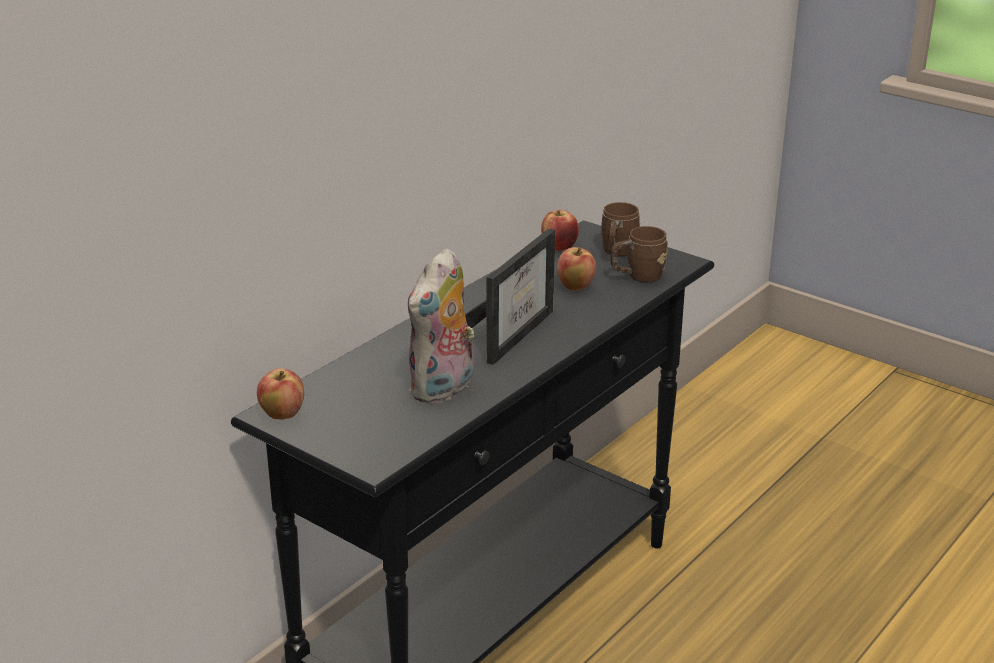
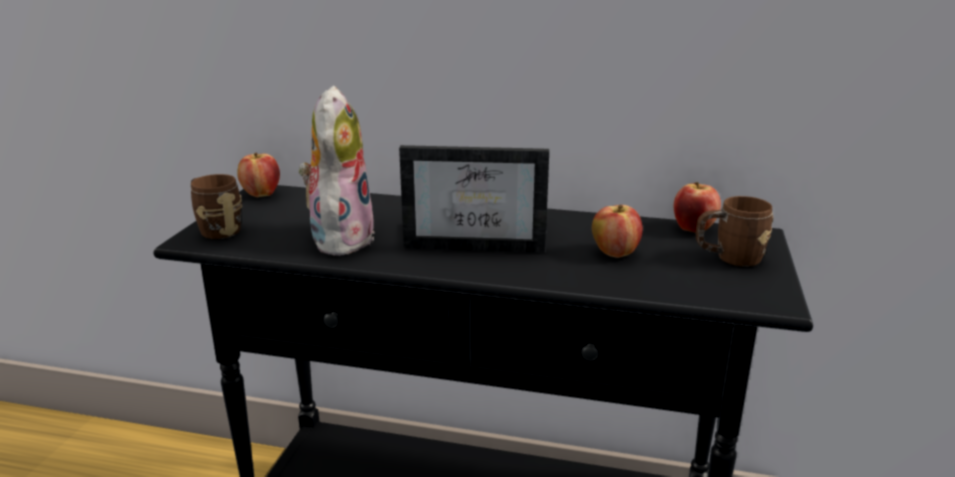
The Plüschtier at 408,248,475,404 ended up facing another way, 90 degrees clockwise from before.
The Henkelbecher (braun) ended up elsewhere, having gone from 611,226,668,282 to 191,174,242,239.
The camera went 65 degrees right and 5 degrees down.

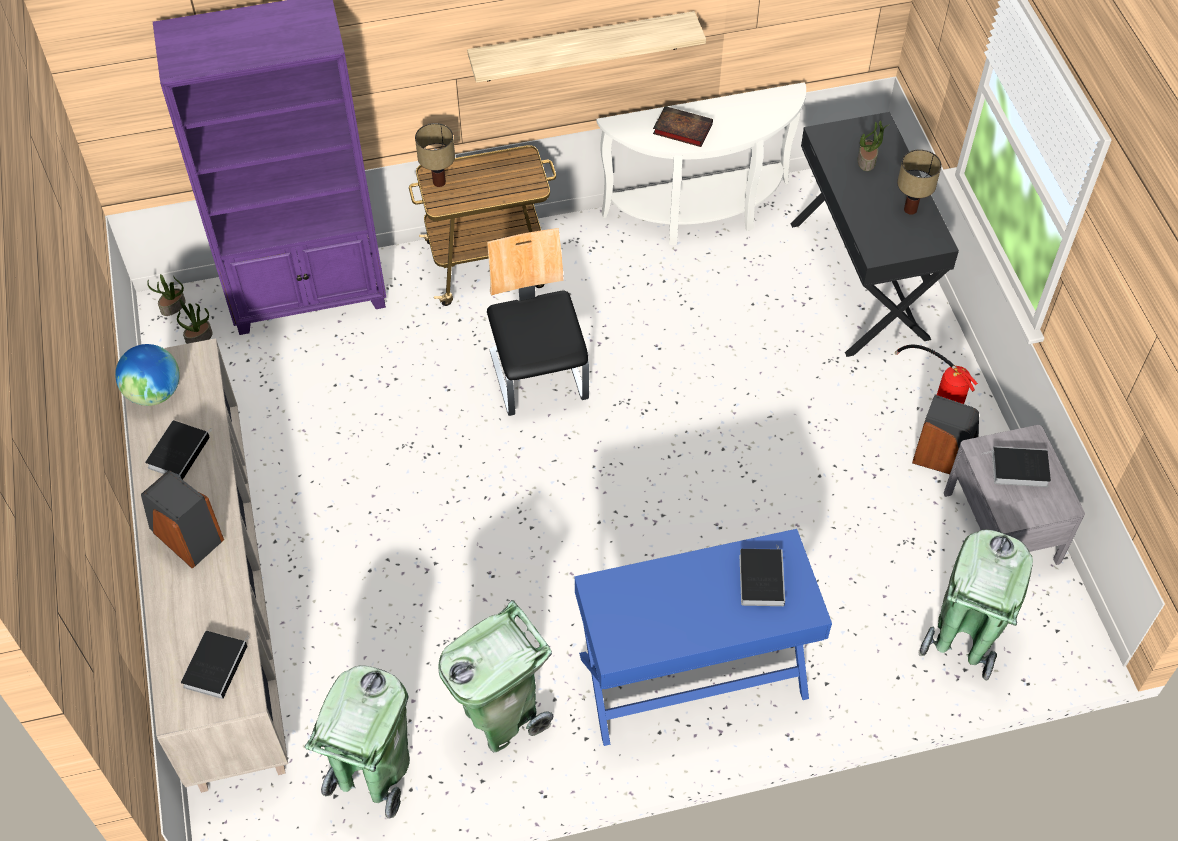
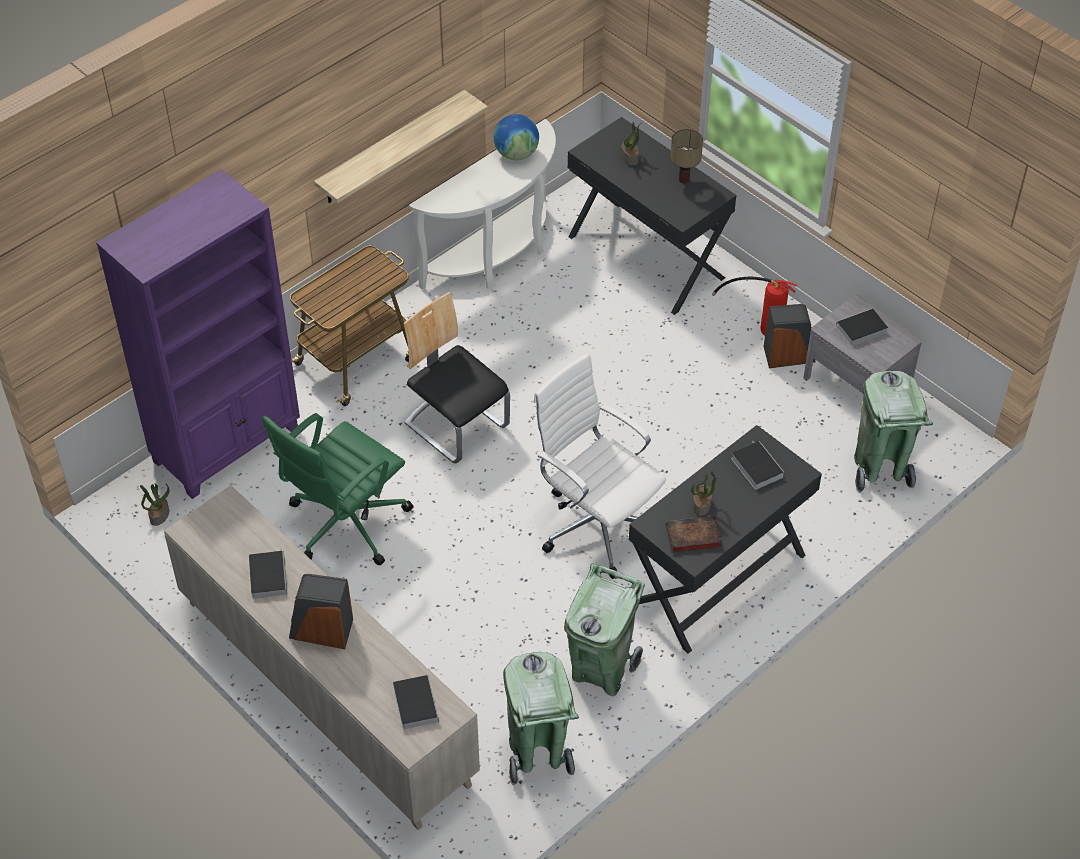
The Globus ended up elsewhere, having gone from 115,344,180,406 to 494,114,539,160.
The Topfpflanze ended up elsewhere, having gone from 147,274,186,316 to 691,471,719,516.
The second view lost the Tischlampe at 415,123,455,187.
What was the Schreibtisch (blau) at 574,529,832,746 turned into the Schreibtisch (schwarz) at 629,425,822,654.
The Buch ended up elsewhere, having gone from 653,106,713,147 to 666,516,722,553.
The second view gained the Bürostuhl (grün) at 263,413,414,566.
The second view gained the Bürostuhl (weiß) at 534,353,666,579.
The camera went 30 degrees left and 5 degrees down.

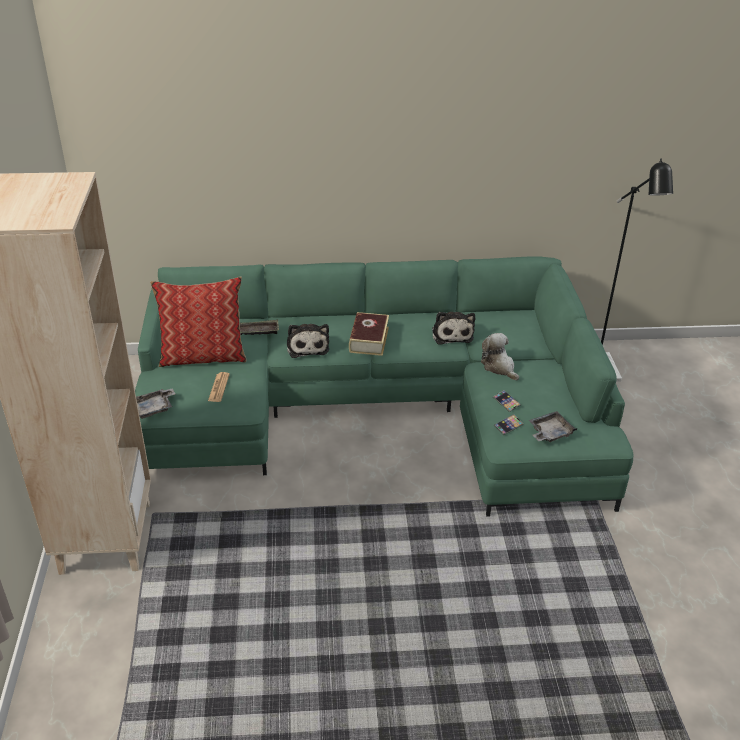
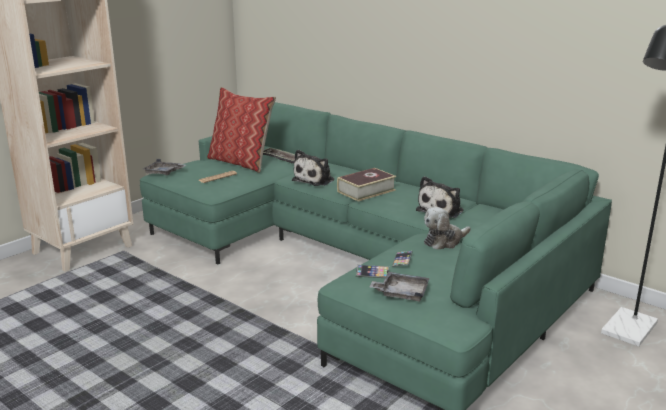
The Plüschtier at 481,333,519,380 ended up facing another way, 135 degrees counterclockwise from before.
The camera went 45 degrees right and 15 degrees down.

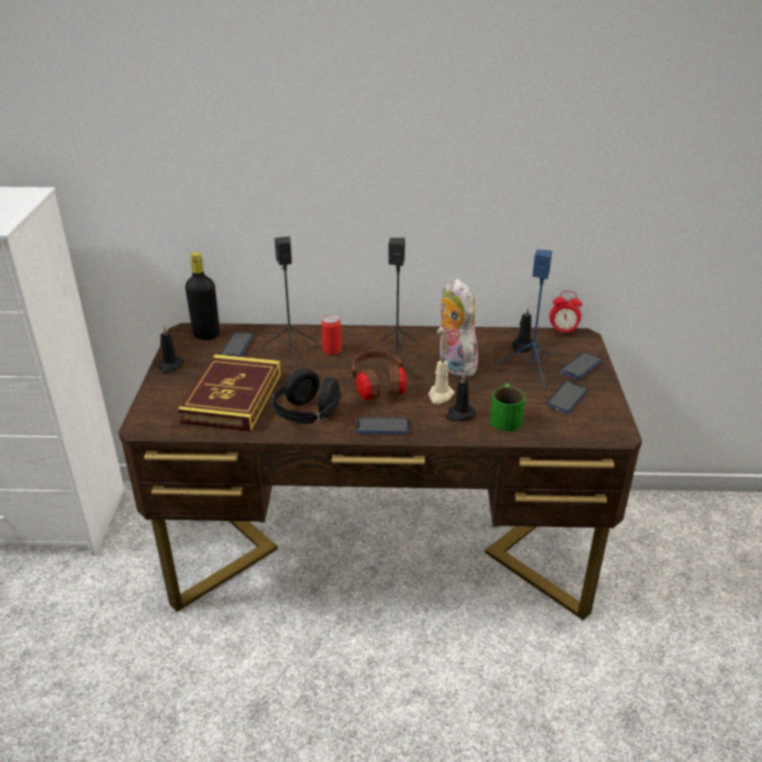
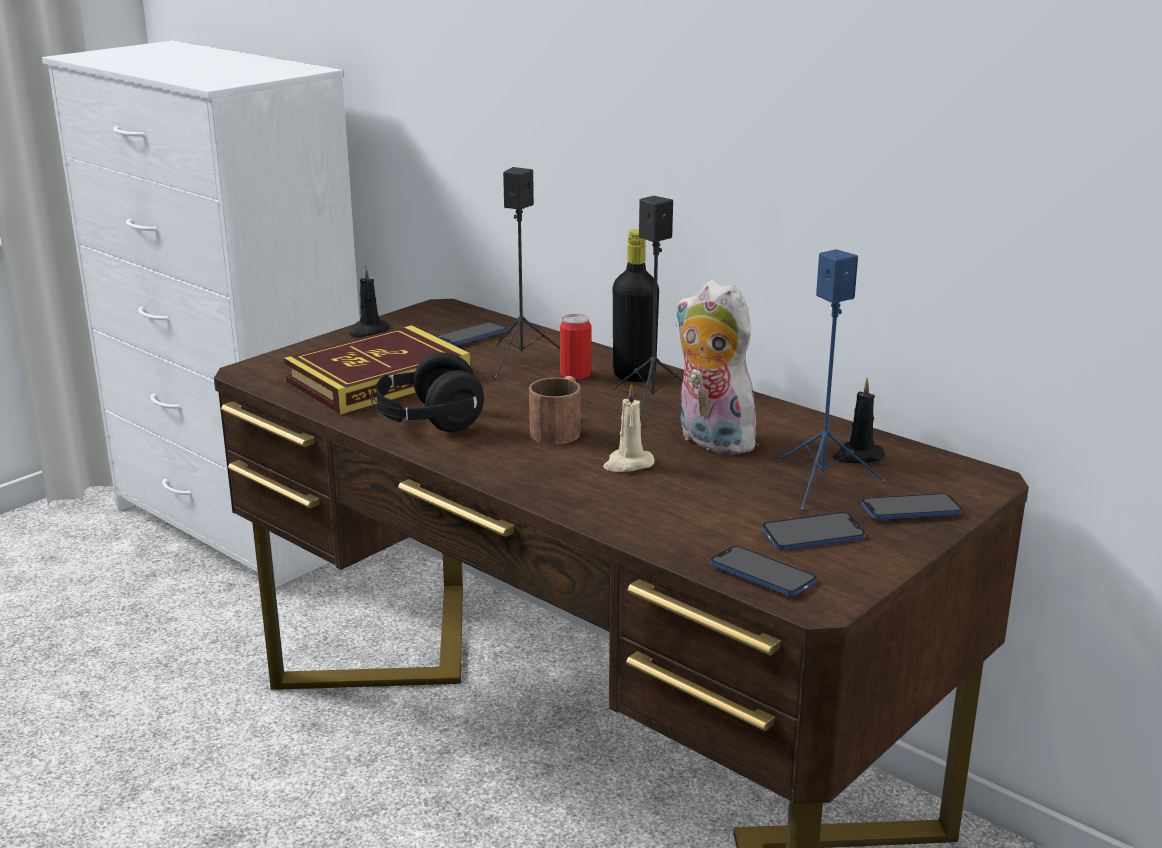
The Flasche (schwarz) ended up elsewhere, having gone from 185,252,220,340 to 613,229,659,382.
Where the Kopfhörer (braun) stood at 352,350,407,400, the Henkelbecher (braun) came to stand at 529,376,580,445.
The Handy ended up elsewhere, having gone from 356,417,409,434 to 710,546,817,596.
The Plüschtier at 437,279,480,377 ended up facing another way, 60 degrees counterclockwise from before.
The second view lost the Kerze (schwarz) at 446,372,476,421.
The second view lost the Henkelbecher (grün) at 490,383,525,431.
The second view lost the Wecker at 550,291,582,336.
The camera went 40 degrees right and 10 degrees down.

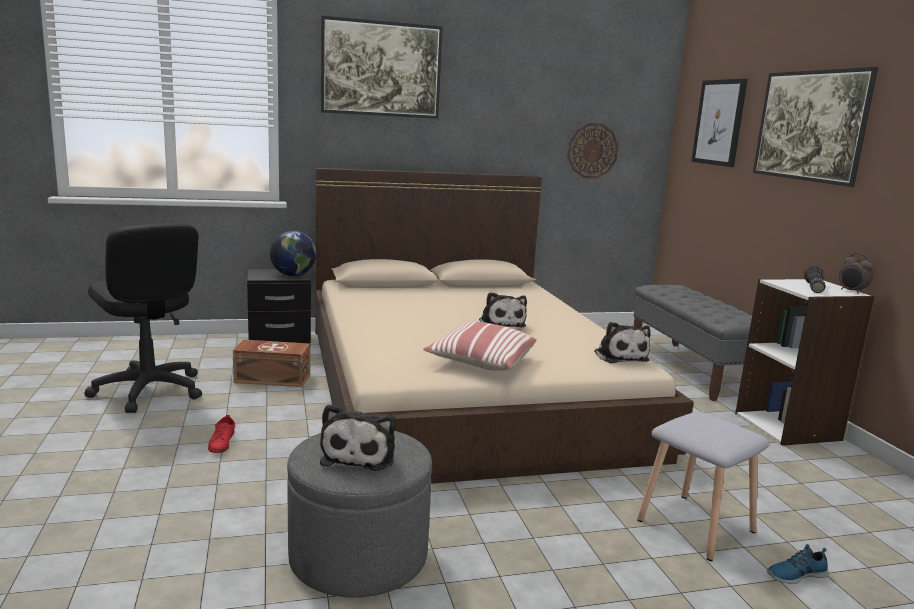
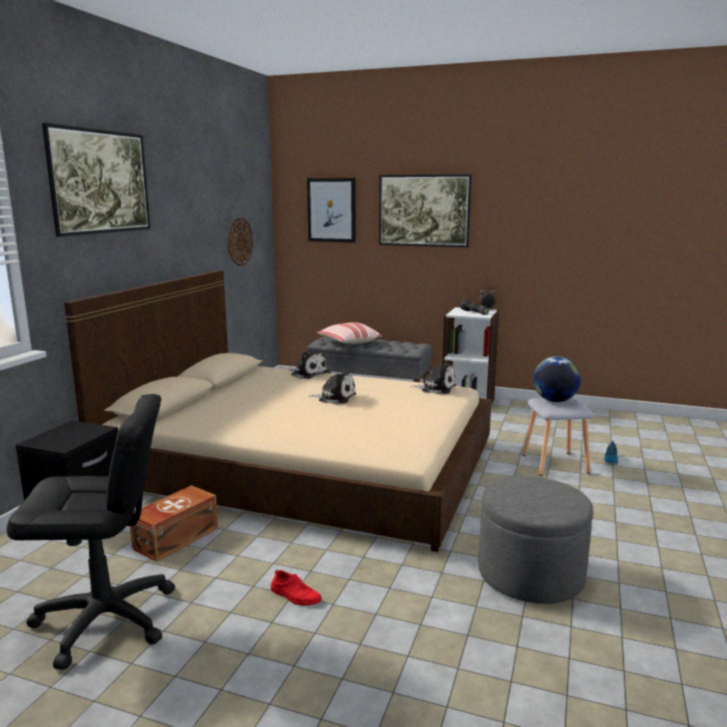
The Globus ended up elsewhere, having gone from 270,231,316,276 to 533,356,581,402.
The Plüschtier ended up elsewhere, having gone from 320,404,395,471 to 289,350,328,379.
The Kissen ended up elsewhere, having gone from 423,322,536,371 to 317,322,382,344.
The camera went 55 degrees left and 0 degrees up.

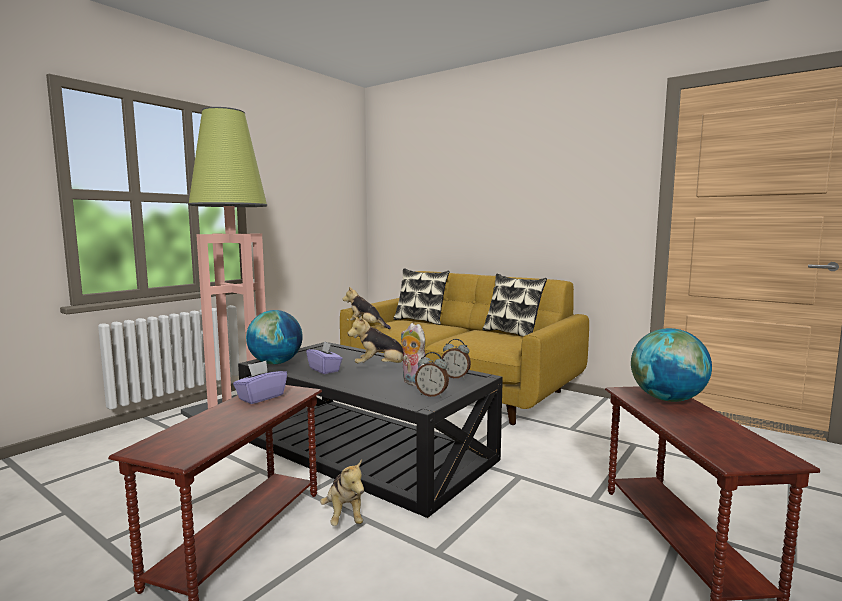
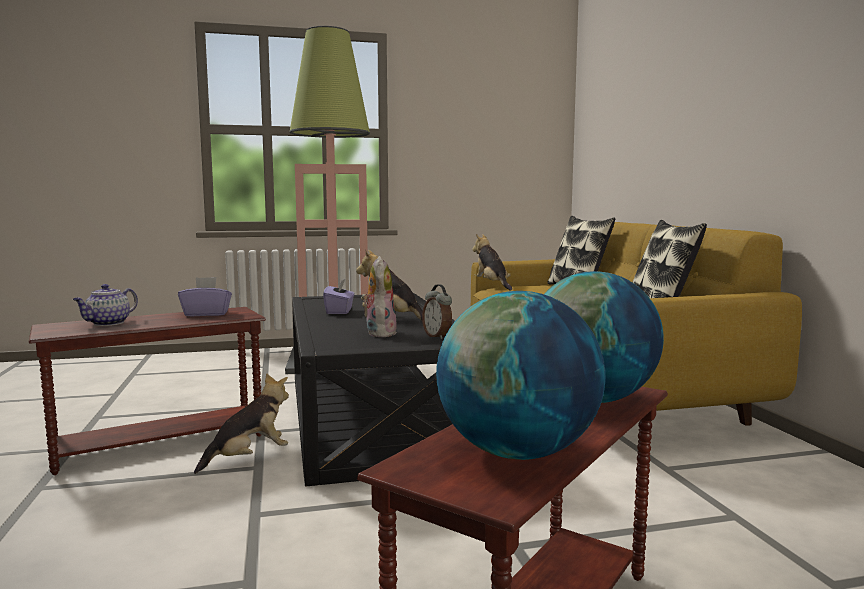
The Globus ended up elsewhere, having gone from 246,310,303,364 to 436,291,605,460.
The Plüschtier at 320,459,364,526 ended up facing another way, 150 degrees counterclockwise from before.
The second view lost the Wecker at 415,352,449,397.
The second view gained the Teekanne at 73,284,138,326.
The camera went 40 degrees right and 0 degrees up.

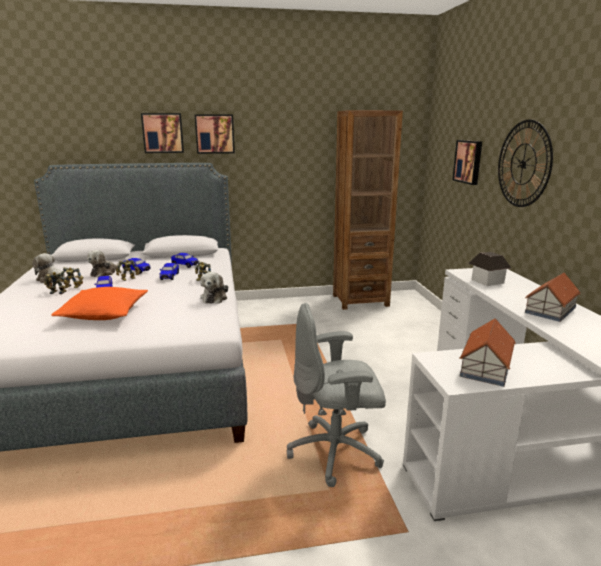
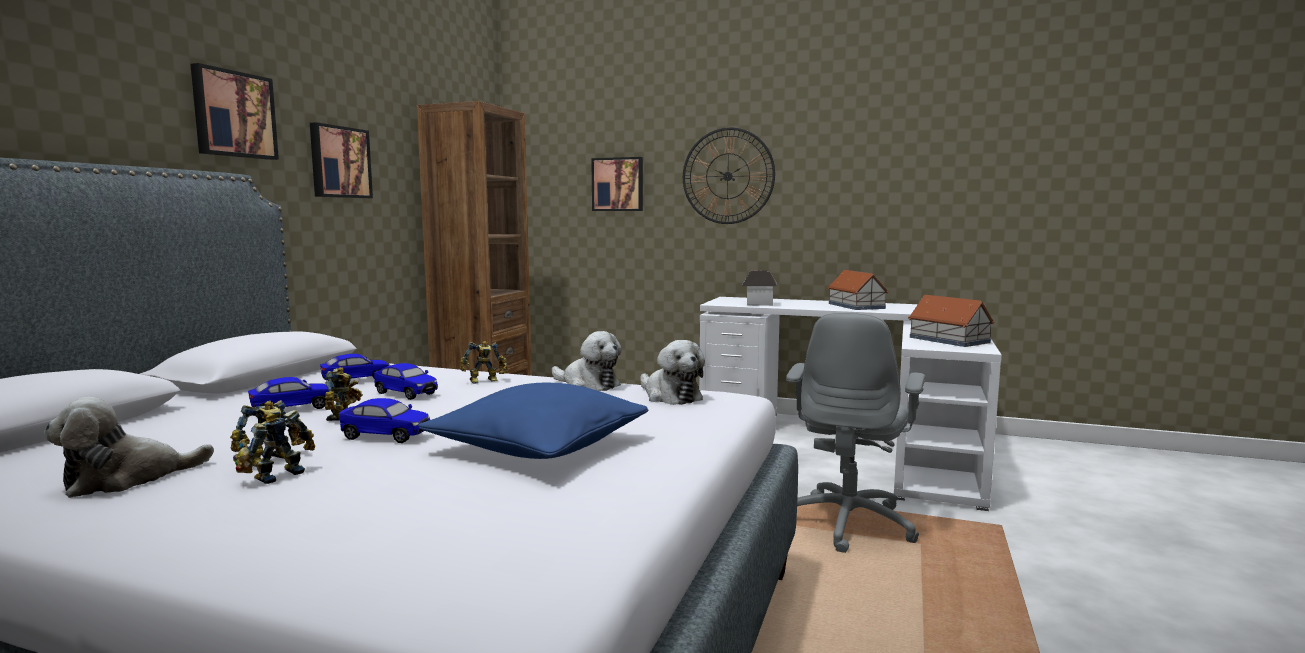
What was the Kissen (orange) at 51,287,148,320 turned into the Kissen (blau) at 418,383,648,459.
The Plüschtier ended up elsewhere, having gone from 87,250,121,277 to 640,340,705,405.
The Bild ended up elsewhere, having gone from 141,113,184,153 to 310,122,373,198.
The camera went 60 degrees left and 10 degrees down.

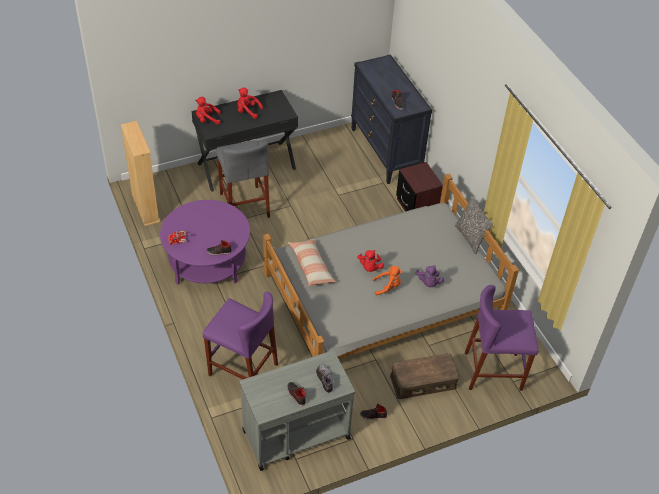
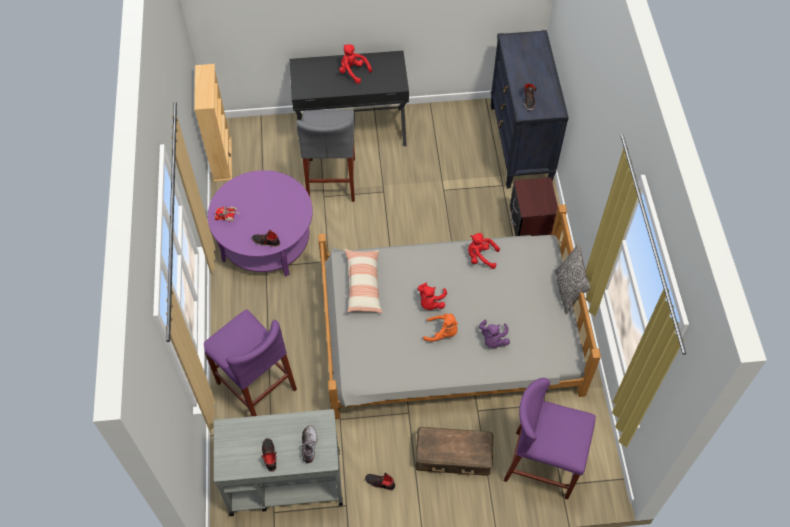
The Plüschtier (rot) ended up elsewhere, having gone from 195,97,221,125 to 468,233,500,269.
The camera went 20 degrees right and 10 degrees up.

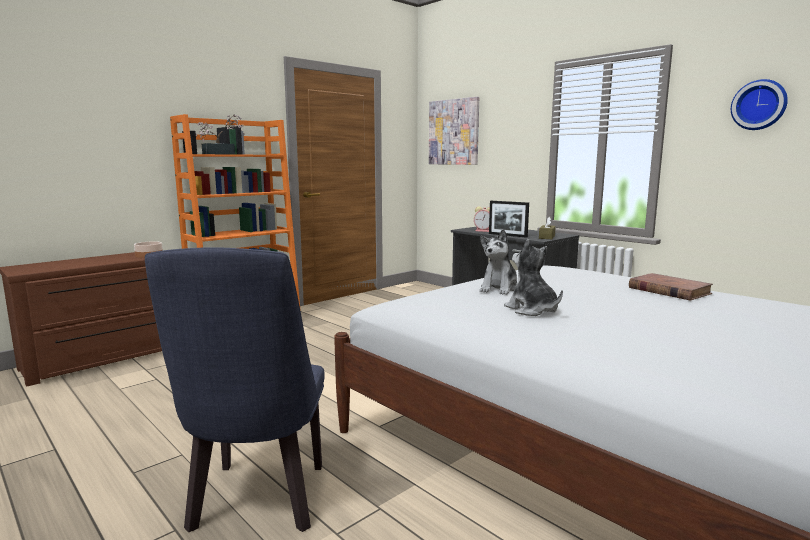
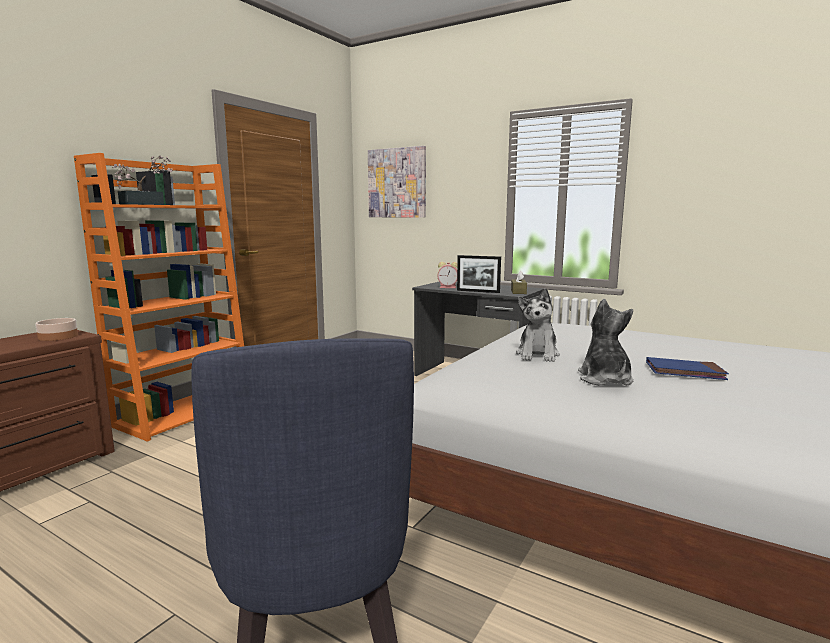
The Plüschtier at 504,239,563,316 ended up facing another way, 45 degrees clockwise from before.
The second view lost the Buch (braun) at 629,273,713,301.
The second view lost the Wanduhr at 731,79,788,130.
The second view gained the Buch (blau) at 646,357,729,380.
The camera went 15 degrees left and 0 degrees up.

